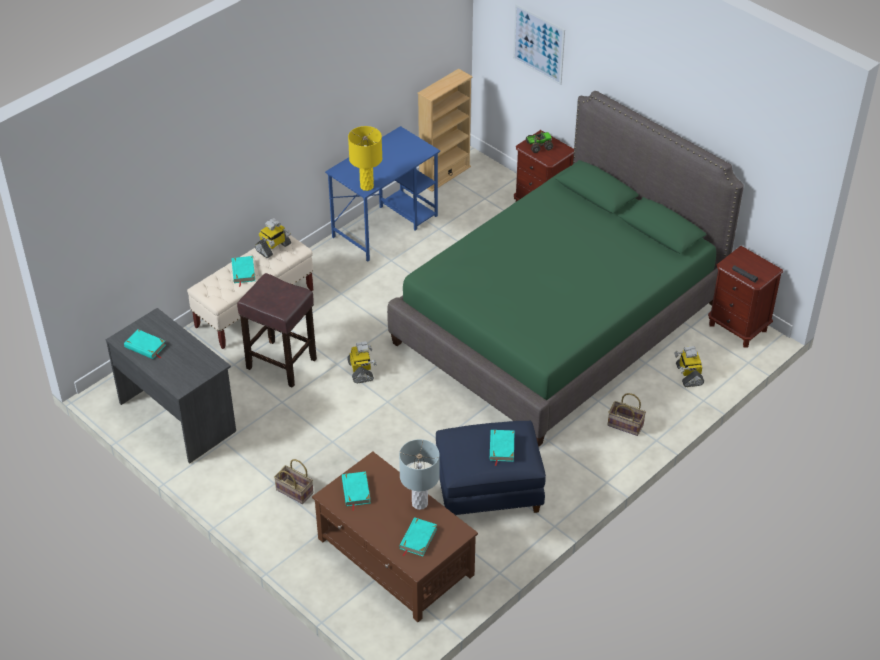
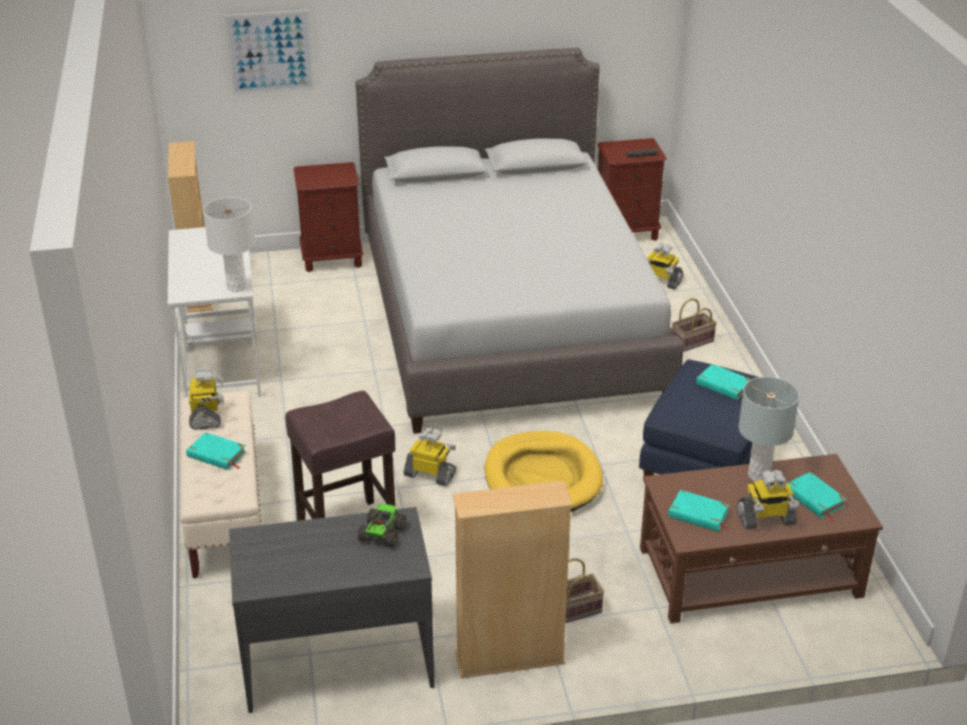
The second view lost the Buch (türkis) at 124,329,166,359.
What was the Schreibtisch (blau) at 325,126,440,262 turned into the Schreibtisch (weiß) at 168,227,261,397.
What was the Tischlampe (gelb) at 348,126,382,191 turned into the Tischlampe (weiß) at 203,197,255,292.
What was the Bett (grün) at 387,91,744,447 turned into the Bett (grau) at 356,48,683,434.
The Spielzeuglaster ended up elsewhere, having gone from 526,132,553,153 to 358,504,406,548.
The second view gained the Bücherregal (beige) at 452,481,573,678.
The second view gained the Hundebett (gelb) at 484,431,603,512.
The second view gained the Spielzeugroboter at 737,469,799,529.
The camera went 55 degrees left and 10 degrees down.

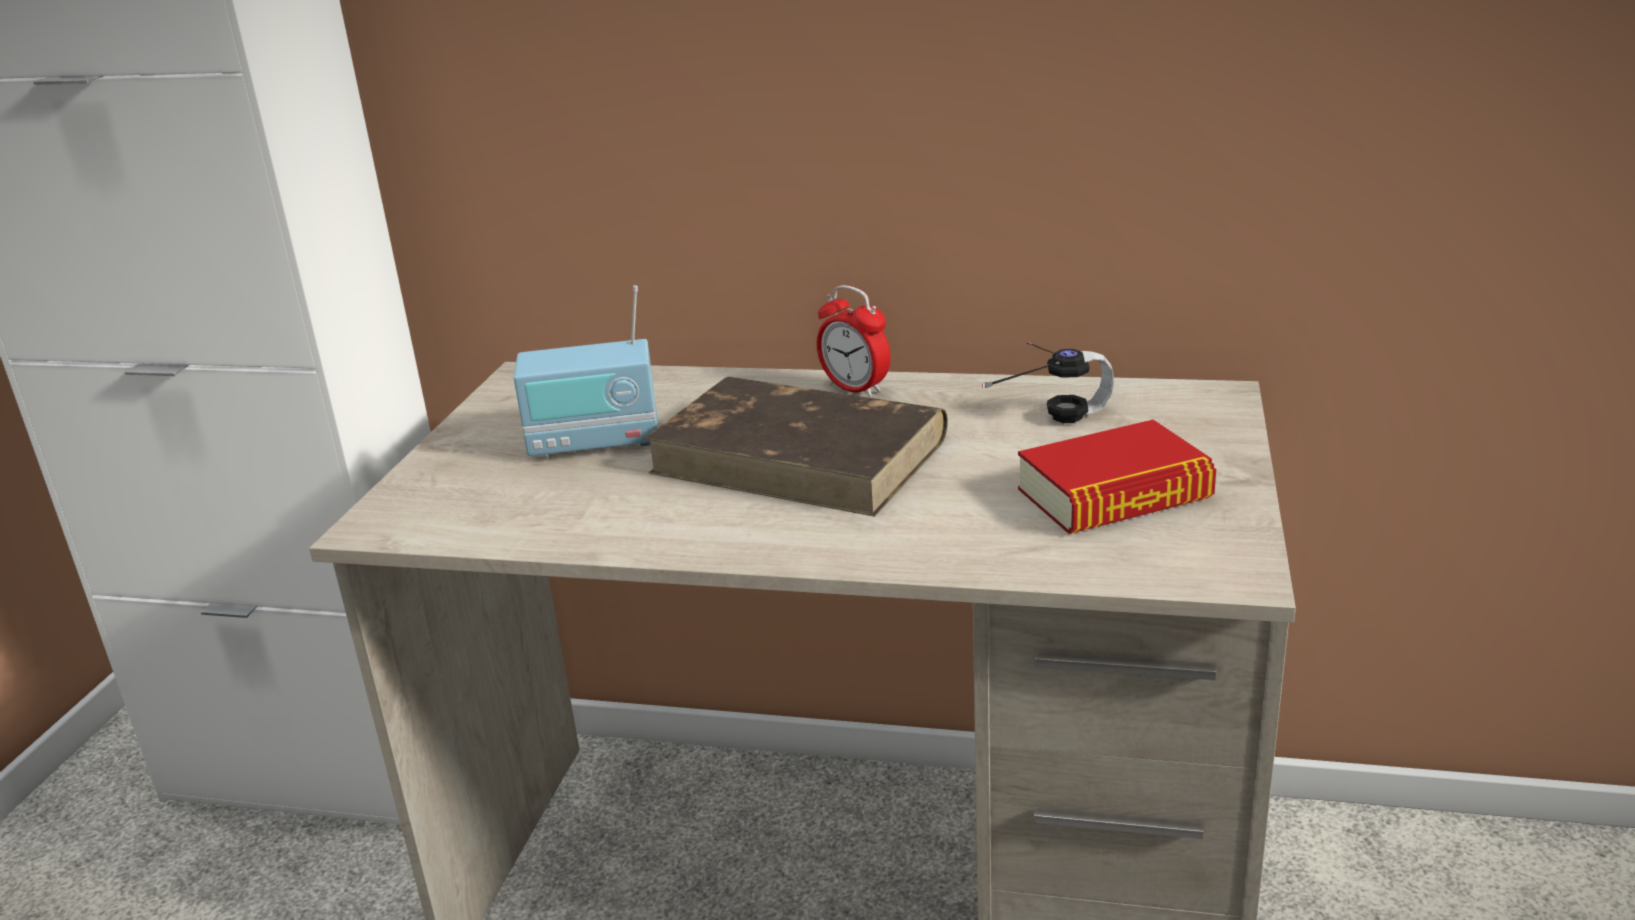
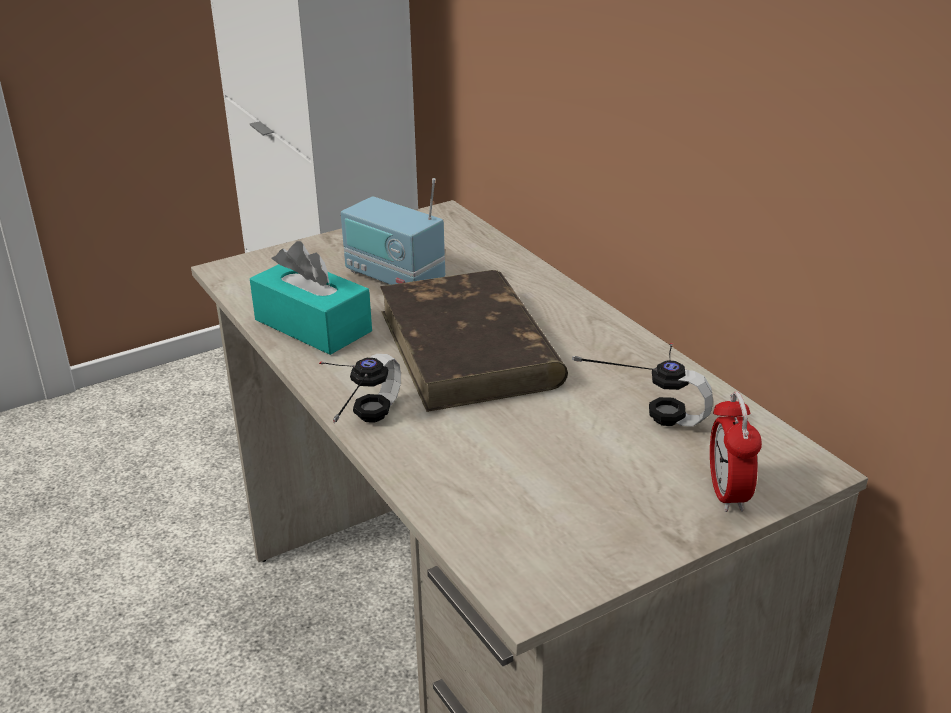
The Wecker ended up elsewhere, having gone from 817,285,891,397 to 710,391,762,512.
The second view lost the Buch at 1018,420,1216,534.
The second view gained the Taschentuchbox (türkis) at 250,241,372,355.
The second view gained the Kopfhörer at 319,354,401,423.
The camera went 45 degrees right and 5 degrees up.

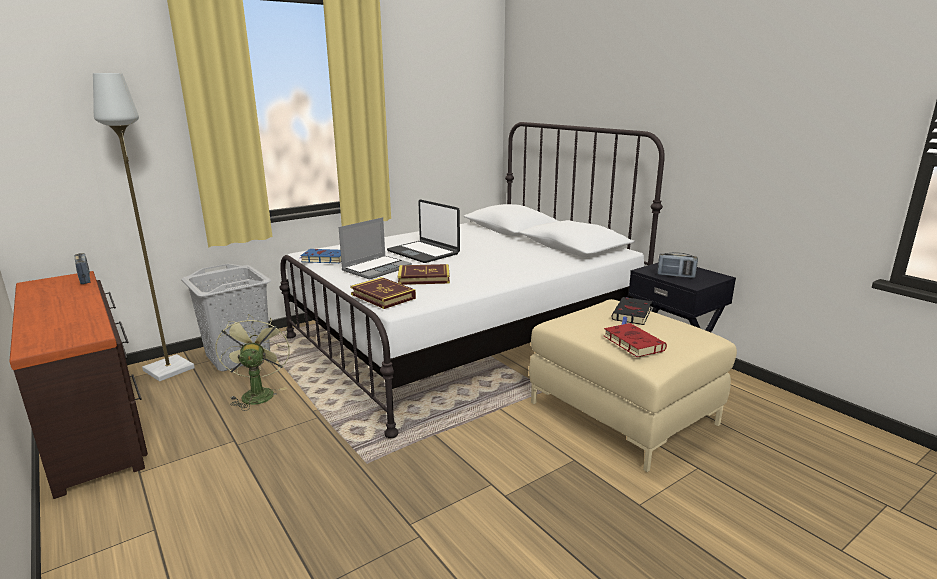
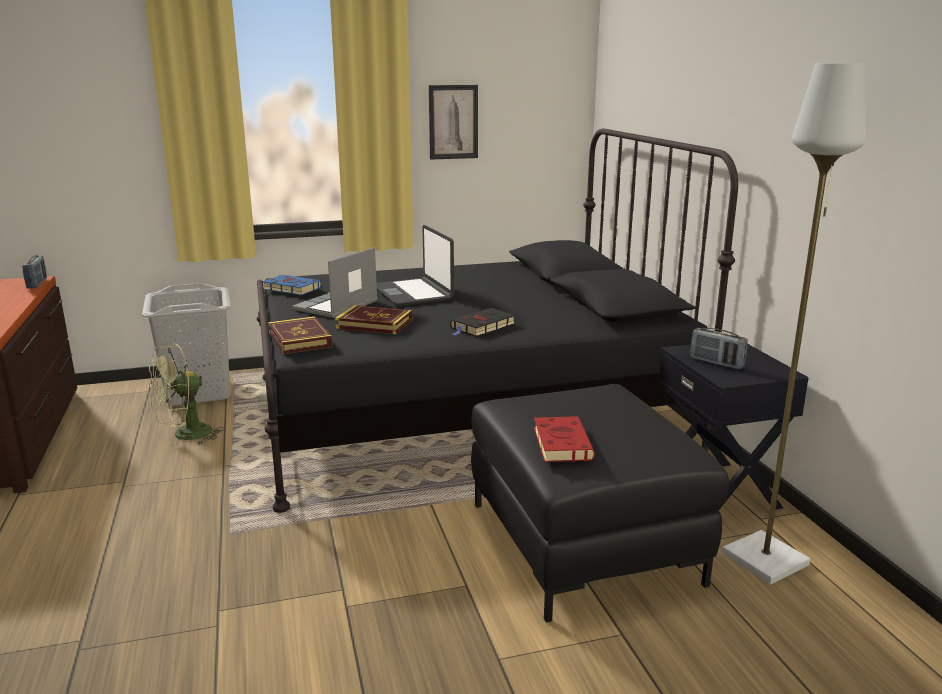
The Stehlampe (grau) ended up elsewhere, having gone from 93,73,195,381 to 722,63,866,584.
The Ventilator (grün) at 215,314,290,411 ended up facing another way, 135 degrees counterclockwise from before.
What was the Bett (weiß) at 279,122,665,438 turned into the Bett (schwarz) at 257,128,738,513.
The Laptop at 339,217,412,280 ended up facing another way, 150 degrees clockwise from before.
What was the Polsterhocker (beige) at 529,299,737,472 turned into the Polsterhocker (schwarz) at 471,384,729,623.
The Buch (schwarz) ended up elsewhere, having gone from 611,297,652,325 to 450,308,516,337.
The second view gained the Bild at 429,85,478,160.
The camera went 20 degrees right and 0 degrees up.

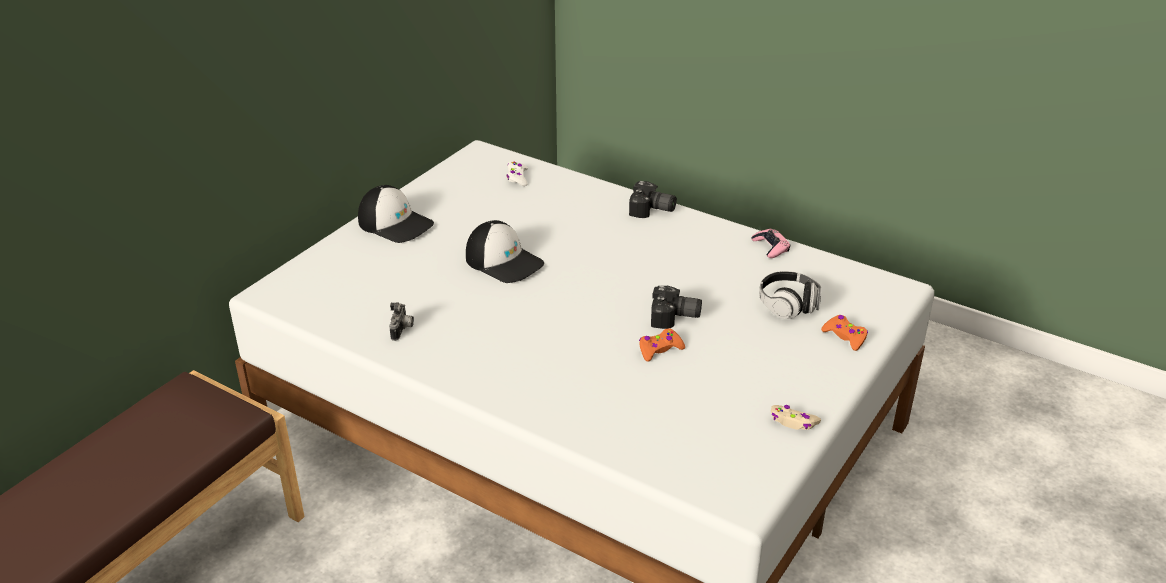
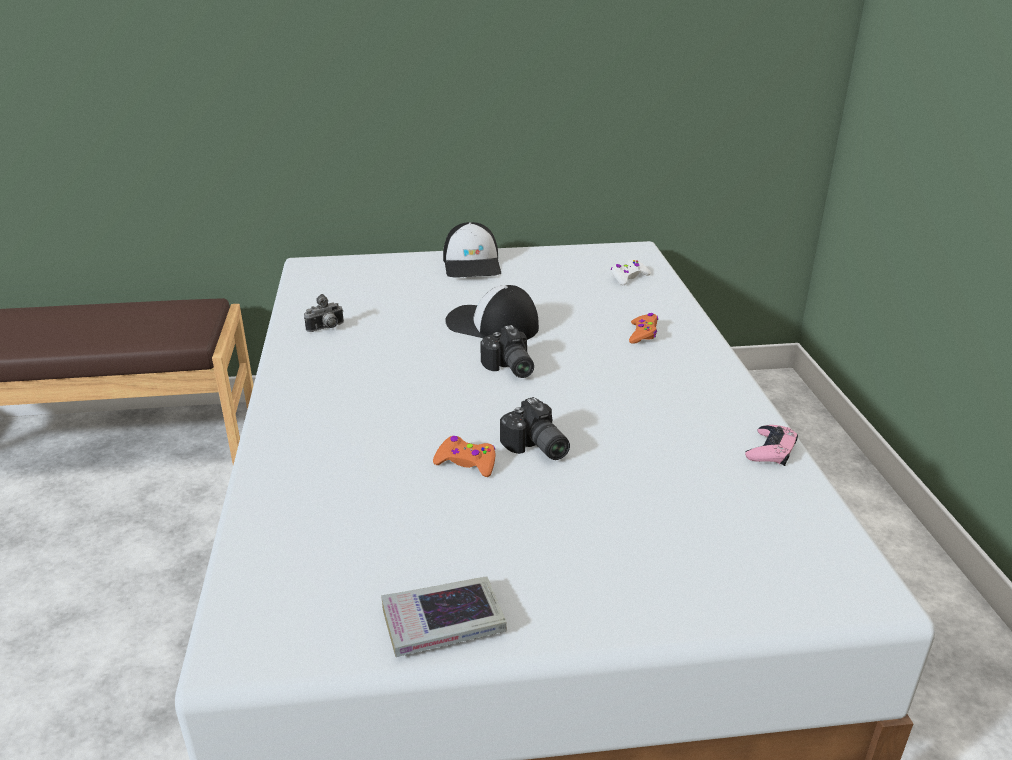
The Kappe at 466,220,544,283 ended up facing another way, 120 degrees clockwise from before.
The Kamera ended up elsewhere, having gone from 629,181,677,218 to 480,325,534,378.
The second view lost the Kopfhörer at 759,271,821,319.
Where the Gamepad (beige) stood at 771,405,821,430, the Buch came to stand at 381,576,507,657.
The Gamepad (orange) ended up elsewhere, having gone from 821,315,868,351 to 629,313,658,344.
The camera went 50 degrees right and 5 degrees down.

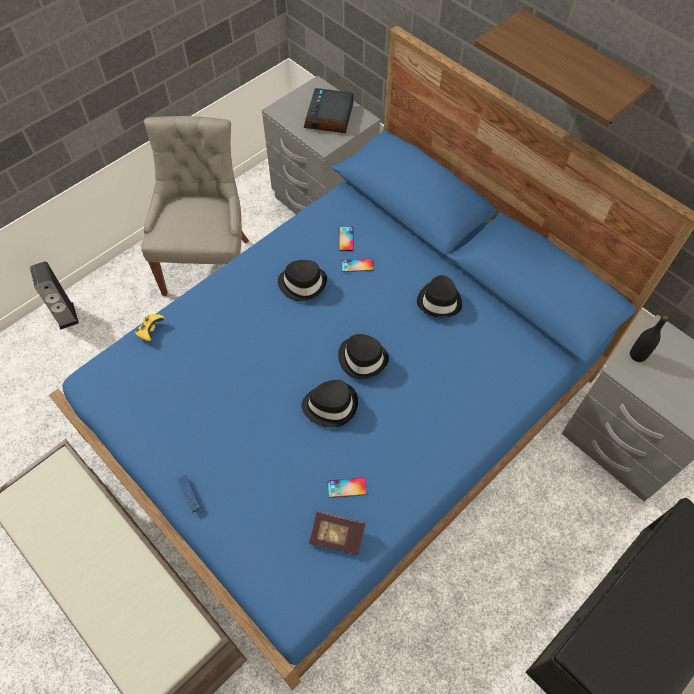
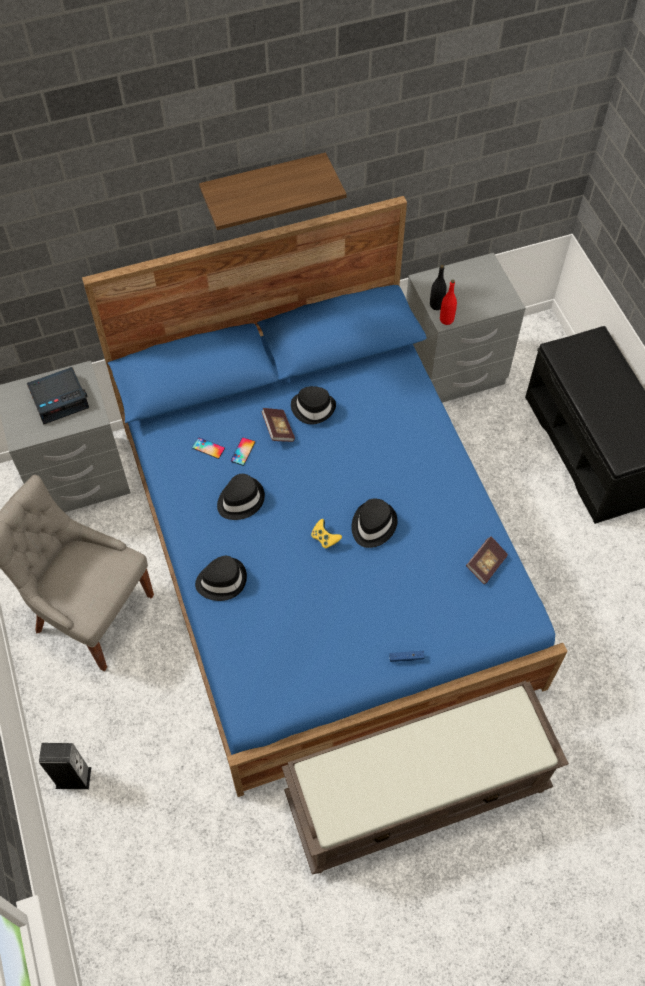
The Gamepad (gelb) ended up elsewhere, having gone from 135,314,165,341 to 311,519,342,548.
The Wecker at 304,88,353,133 ended up facing another way, 60 degrees counterclockwise from before.
The second view lost the Handy at 328,478,366,498.
The Hut (schwarz) ended up elsewhere, having gone from 338,334,389,379 to 195,556,247,601.
The second view gained the Buch at 261,408,295,442.
The second view gained the Flasche (rot) at 440,280,457,325.
The camera went 65 degrees left and 0 degrees up.

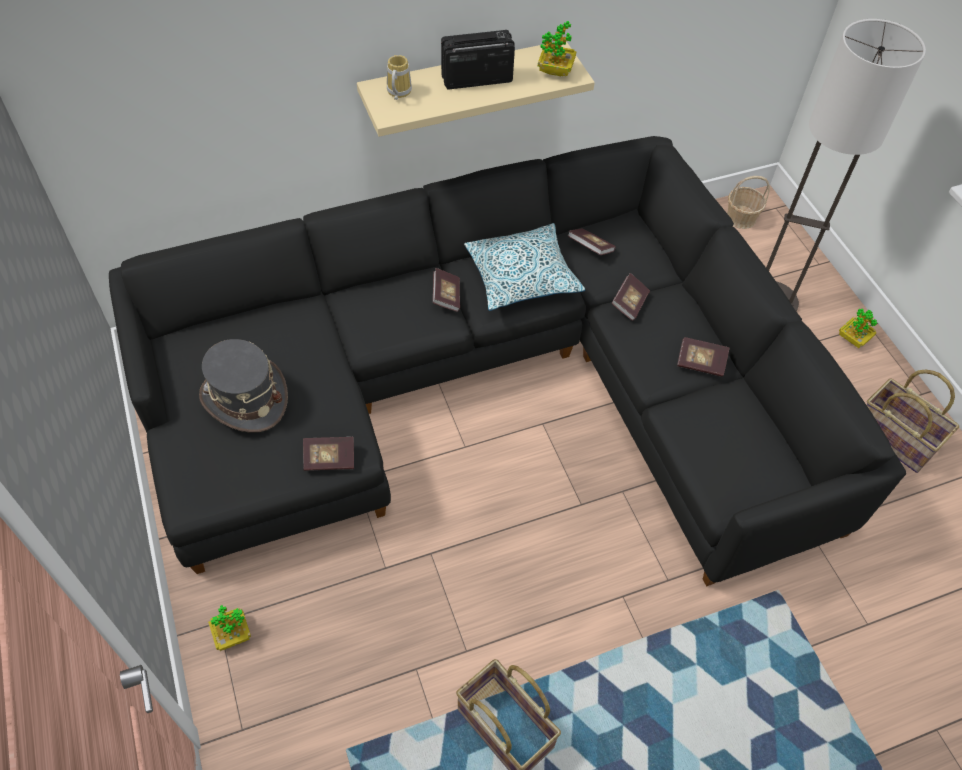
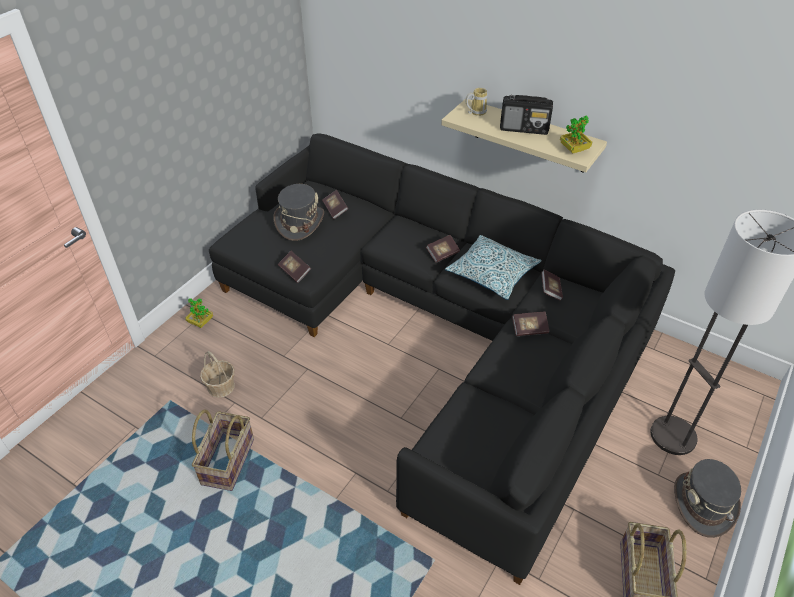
The Radio at 441,30,515,89 ended up facing another way, 150 degrees clockwise from before.
The Buch ended up elsewhere, having gone from 677,337,730,377 to 322,190,348,219.
The Korb ended up elsewhere, having gone from 727,176,770,229 to 200,351,235,398.
Where the Topfpflanze stood at 839,309,877,348, the Hut (grau) came to stand at 674,459,741,538.
The camera went 55 degrees right and 10 degrees down.

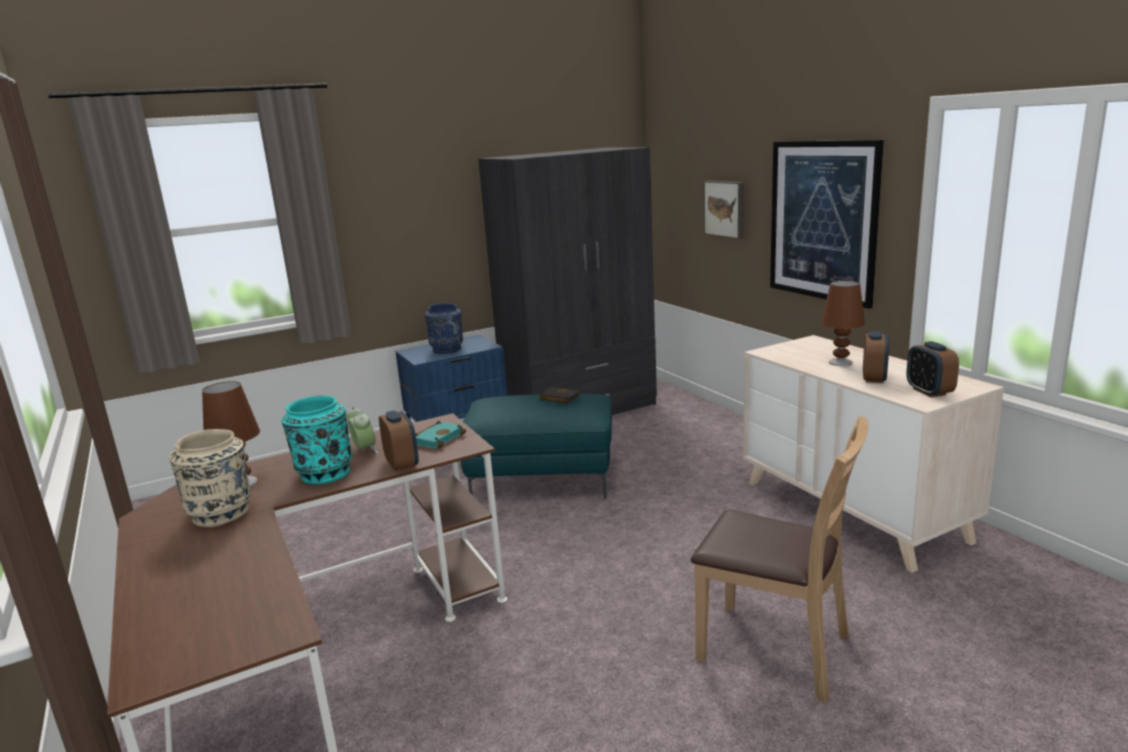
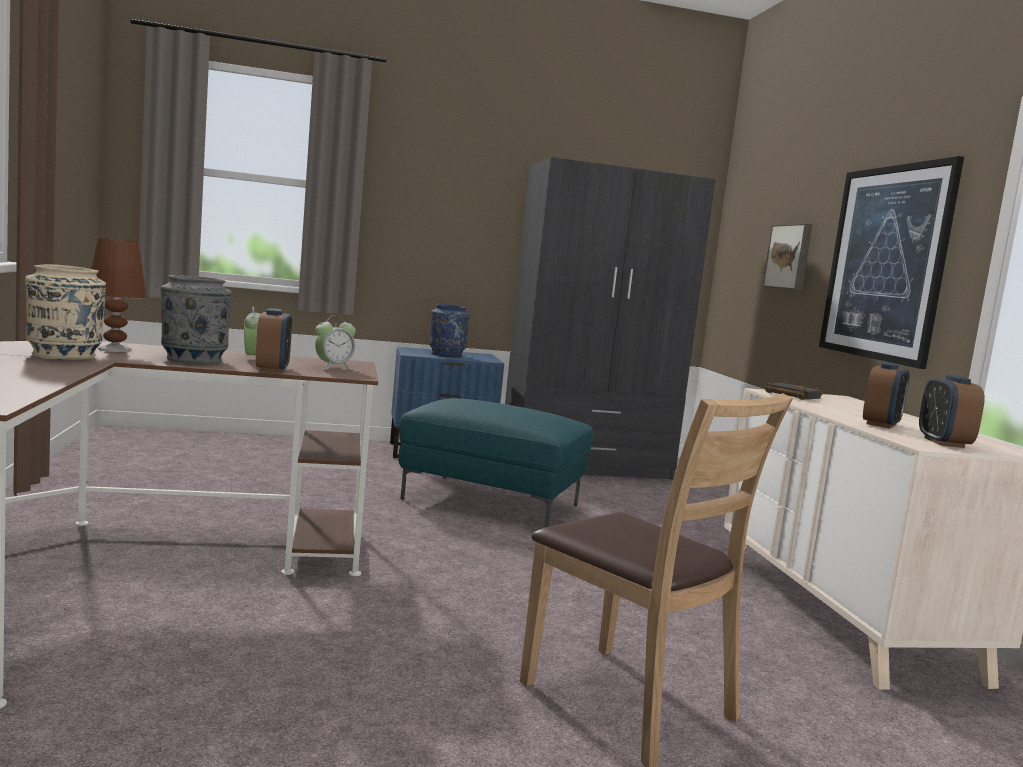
What was the Vase (türkis) at 281,395,353,485 turned into the Vase (grau) at 161,275,232,364.
Where the Buch (türkis) stood at 415,421,466,449, the Wecker came to stand at 315,315,356,369.
The Buch (schwarz) ended up elsewhere, having gone from 540,386,580,404 to 765,381,823,400.
The second view lost the Tischlampe (braun) at 821,280,865,366.
The camera went 15 degrees right and 10 degrees down.

